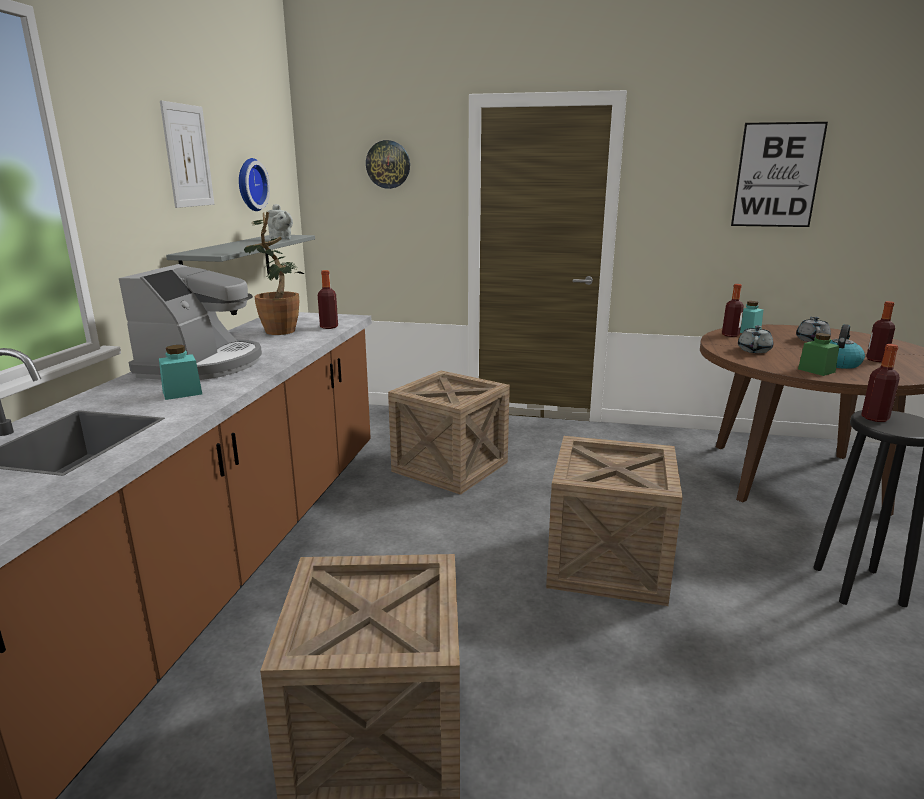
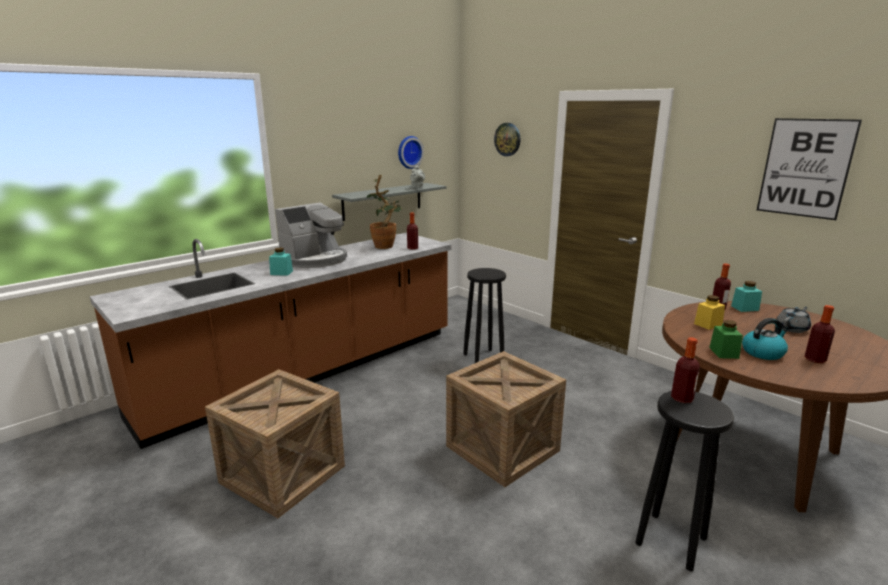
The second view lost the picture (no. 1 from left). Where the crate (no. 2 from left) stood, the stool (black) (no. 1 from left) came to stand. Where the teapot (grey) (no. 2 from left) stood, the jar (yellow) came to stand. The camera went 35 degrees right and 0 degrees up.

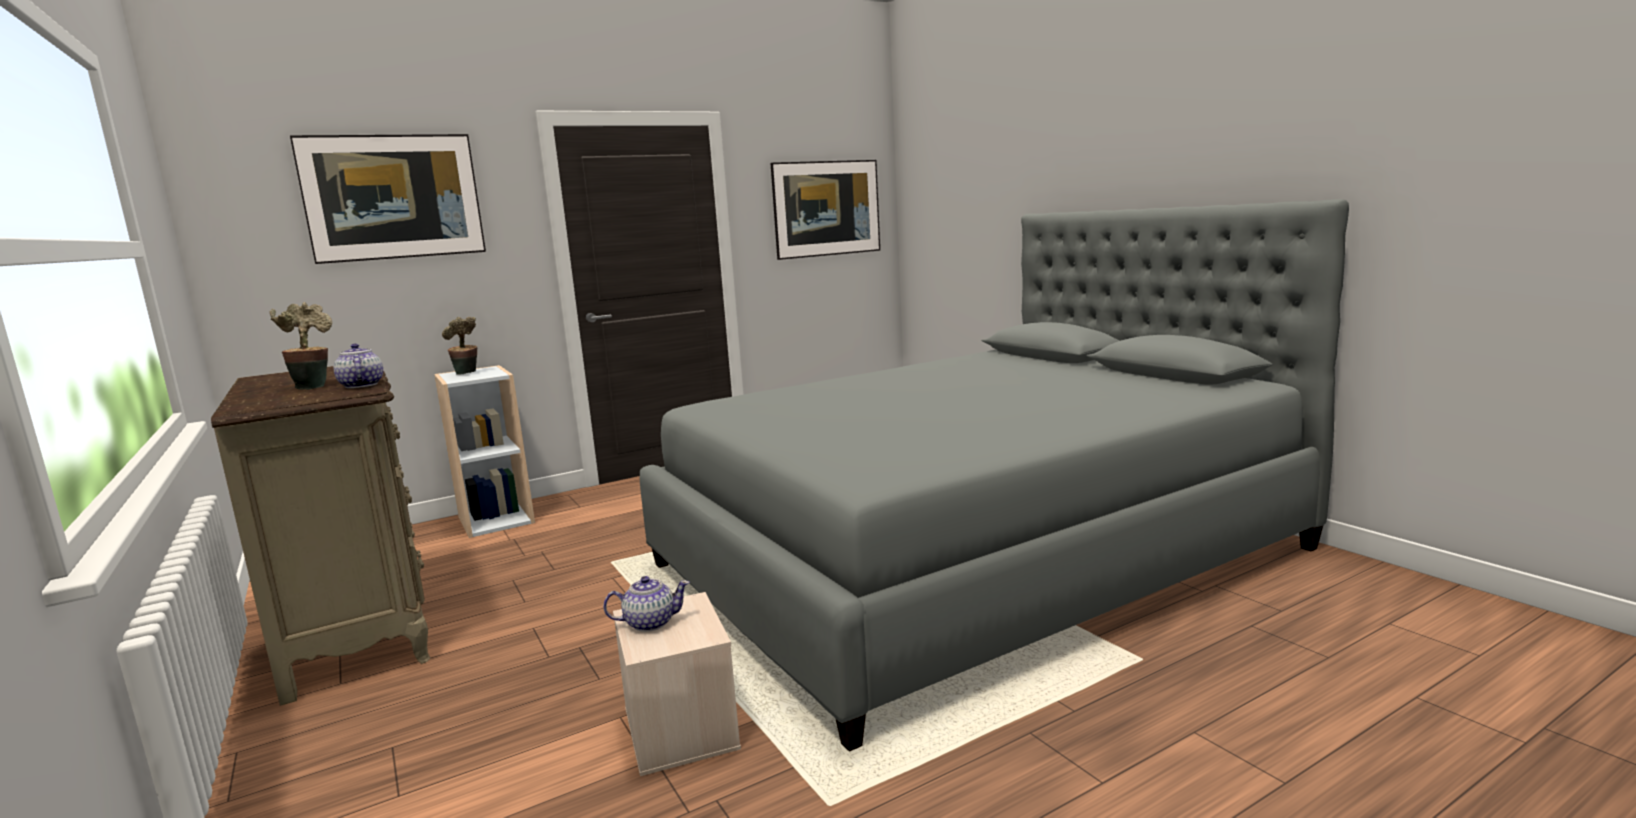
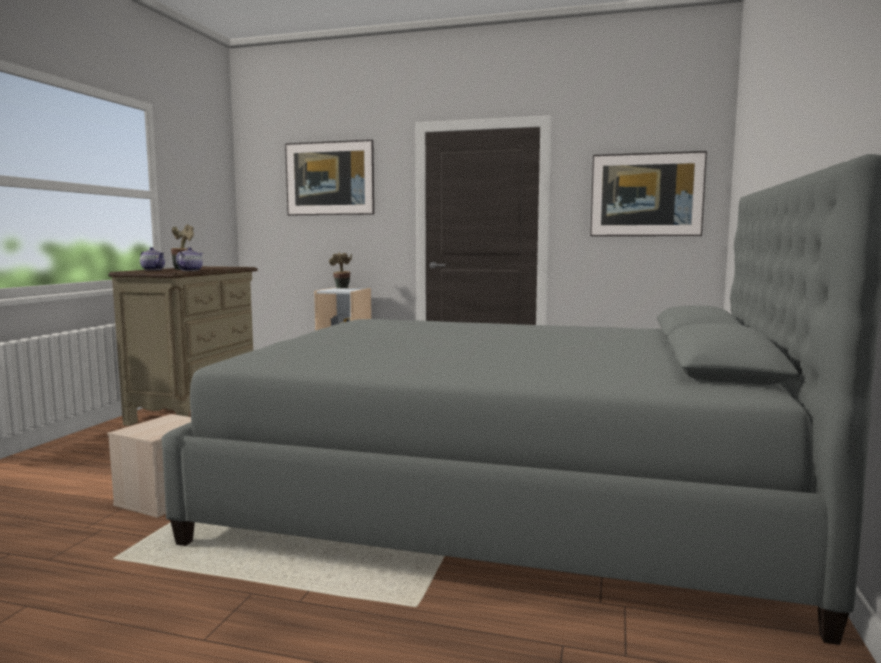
The teapot (no. 2 from left in the first image) ended up elsewhere. The camera went 45 degrees right and 5 degrees down.

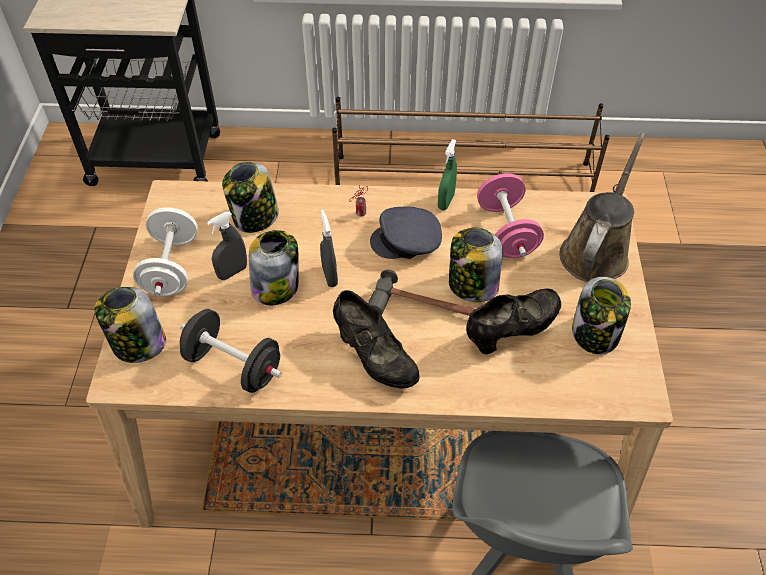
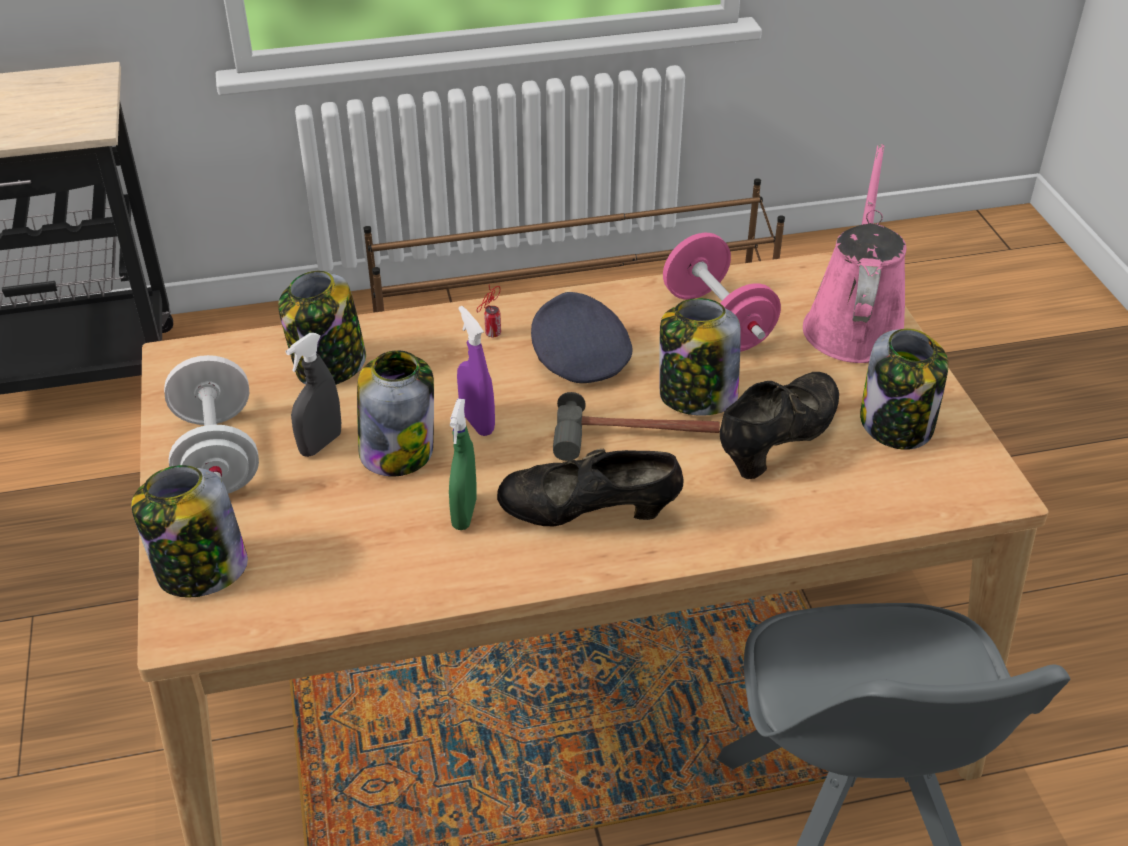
The second view lost the dumbbell (black). The spray bottle (green) ended up elsewhere. What was the spray bottle (grey) (no. 2 from left) turned into the spray bottle (purple). What was the watering can (brown) turned into the watering can (pink). The shoe (black) (no. 1 from left) ended up facing another way, 150 degrees clockwise from before. The cap (grey) ended up facing another way, 90 degrees clockwise from before. The camera went 15 degrees left and 10 degrees down.

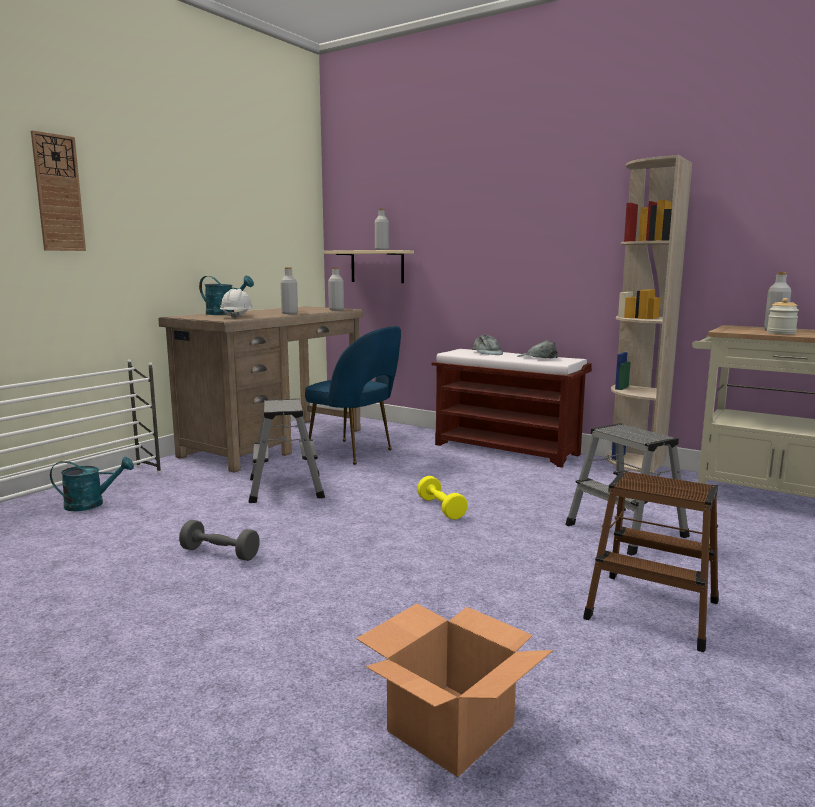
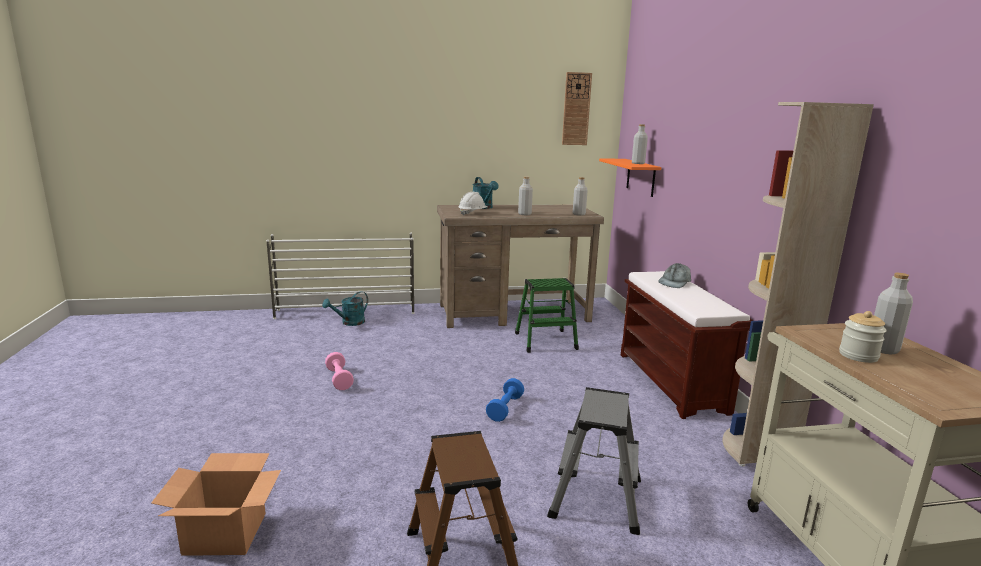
The second view lost the step ladder (grey) (no. 1 from left). The second view lost the cap (grey) (no. 2 from left). The wall clock ended up elsewhere. Where the chair (blue) stood, the step ladder (green) came to stand. What was the dumbbell (grey) turned into the dumbbell (pink). What was the shelf (beige) turned into the shelf (orange). What was the dumbbell (yellow) turned into the dumbbell (blue). The watering can (turquoise) (no. 1 from left) ended up facing another way, 105 degrees clockwise from before. The camera went 45 degrees right and 5 degrees up.

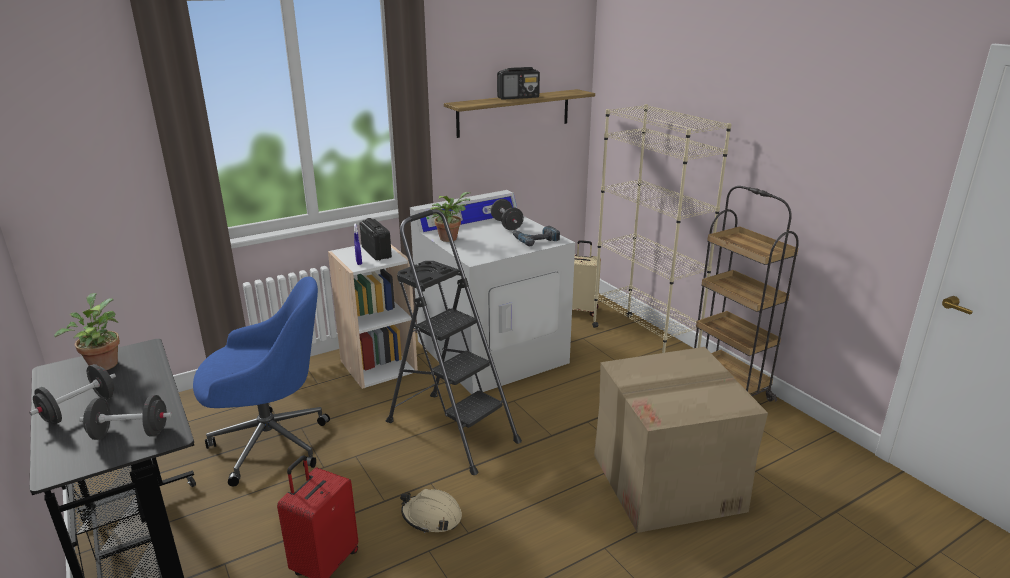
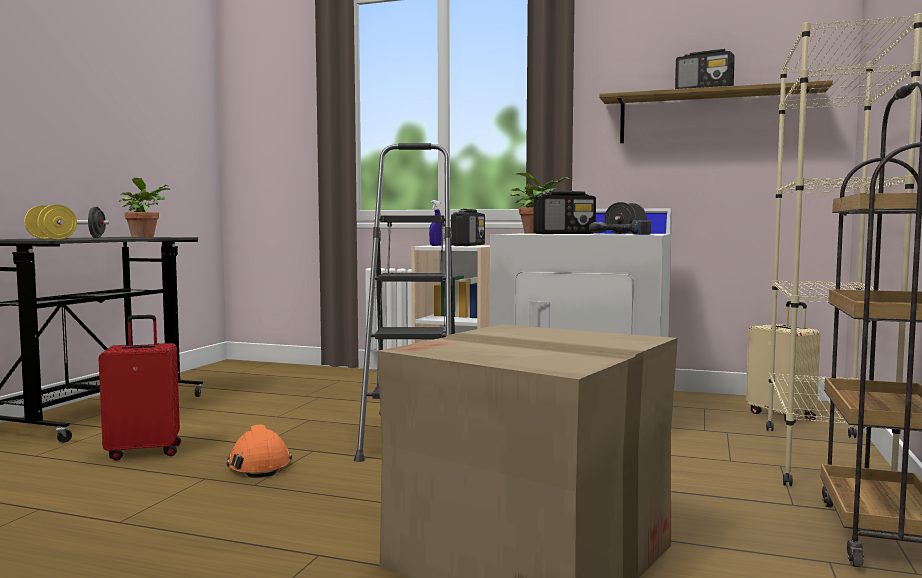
The second view lost the office chair (blue). The second view gained the radio (no. 2 from left). What was the dumbbell (black) (no. 2 from left) turned into the dumbbell (yellow). What was the hard hat (beige) turned into the hard hat (orange). The camera went 50 degrees right and 20 degrees down.

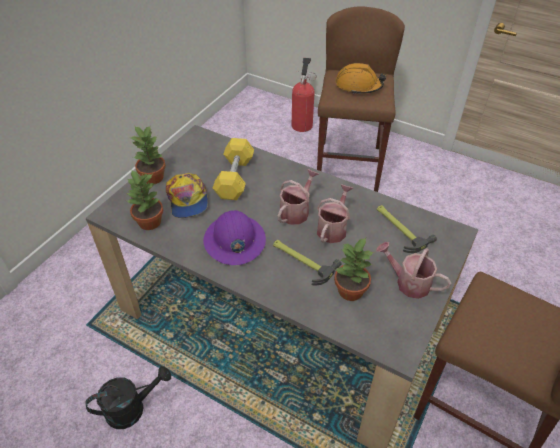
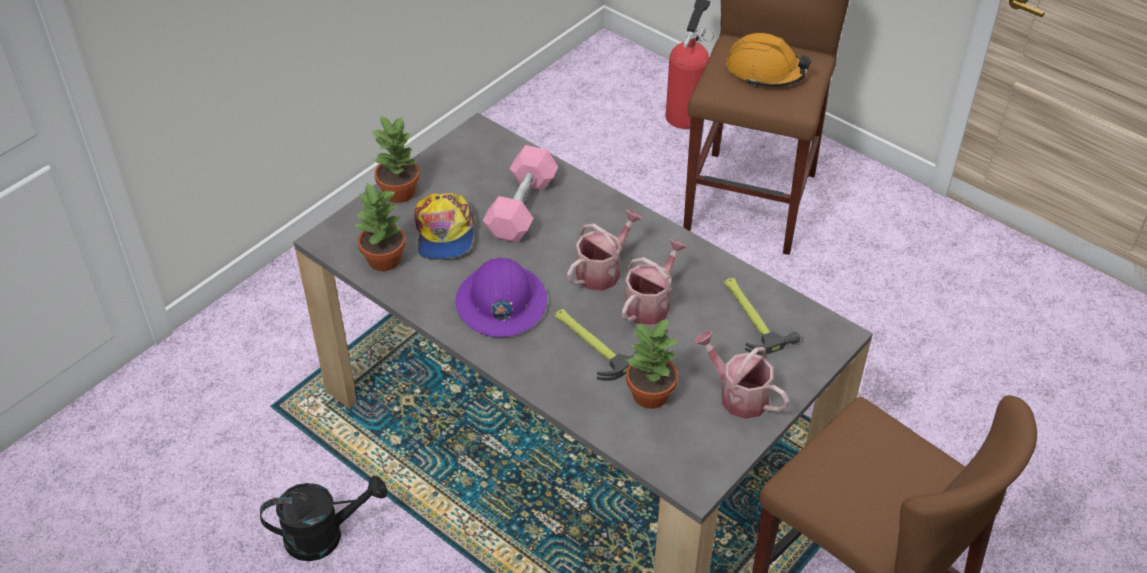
What was the dumbbell (yellow) turned into the dumbbell (pink). The camera went 10 degrees right and 0 degrees up.

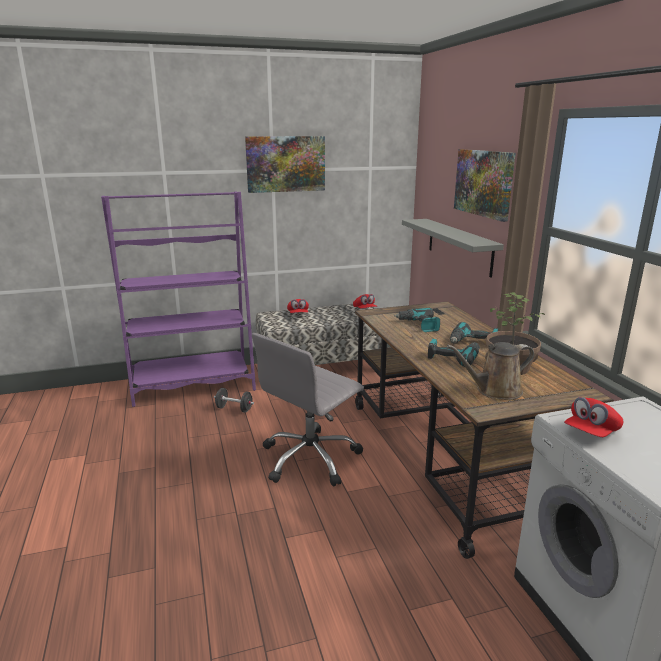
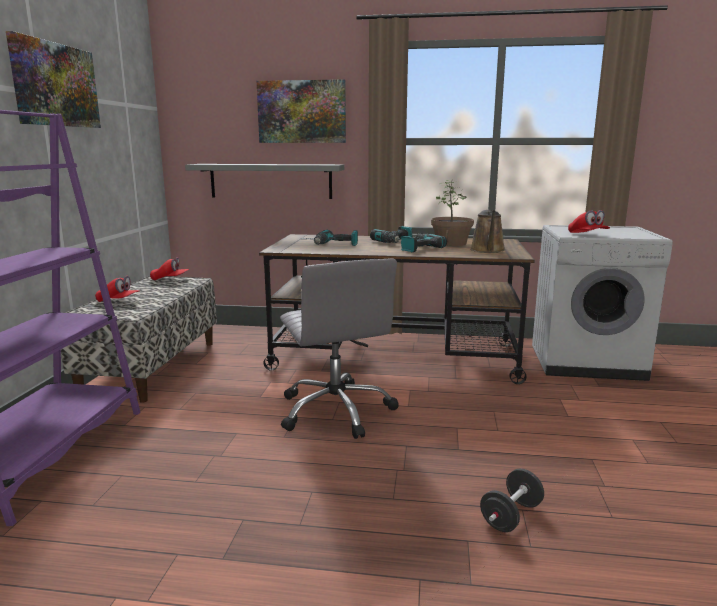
The dumbbell (black) ended up elsewhere. The camera went 65 degrees left and 5 degrees down.

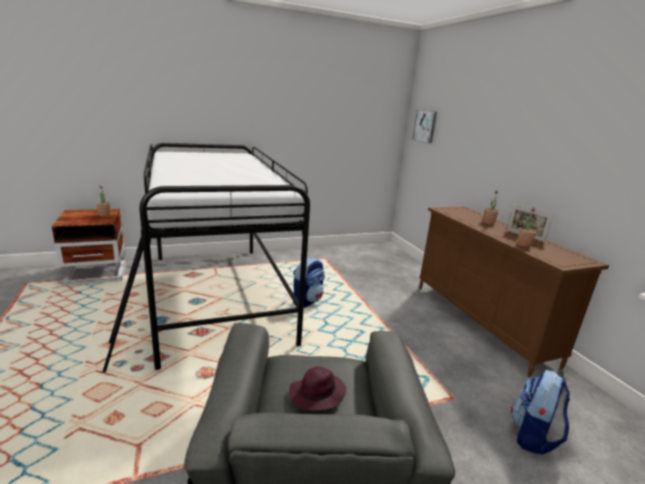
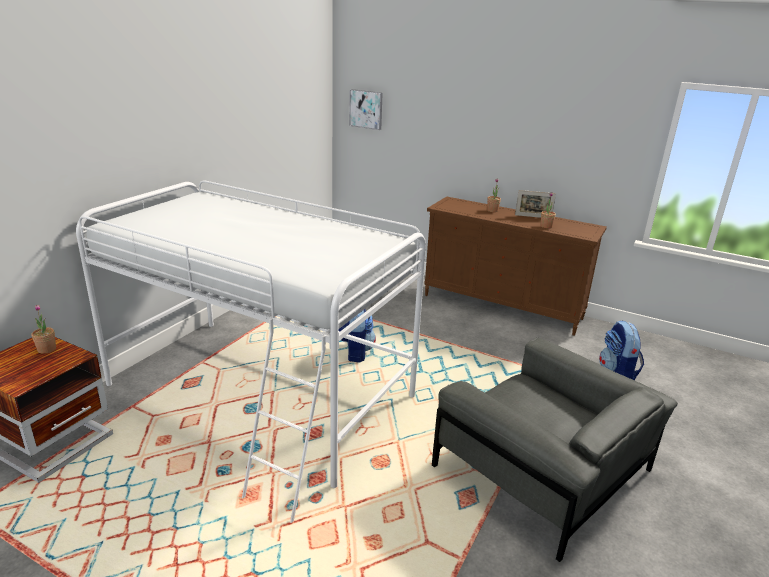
The second view lost the hat (purple). What was the bed (black) turned into the bed (white). The camera went 40 degrees left and 5 degrees up.

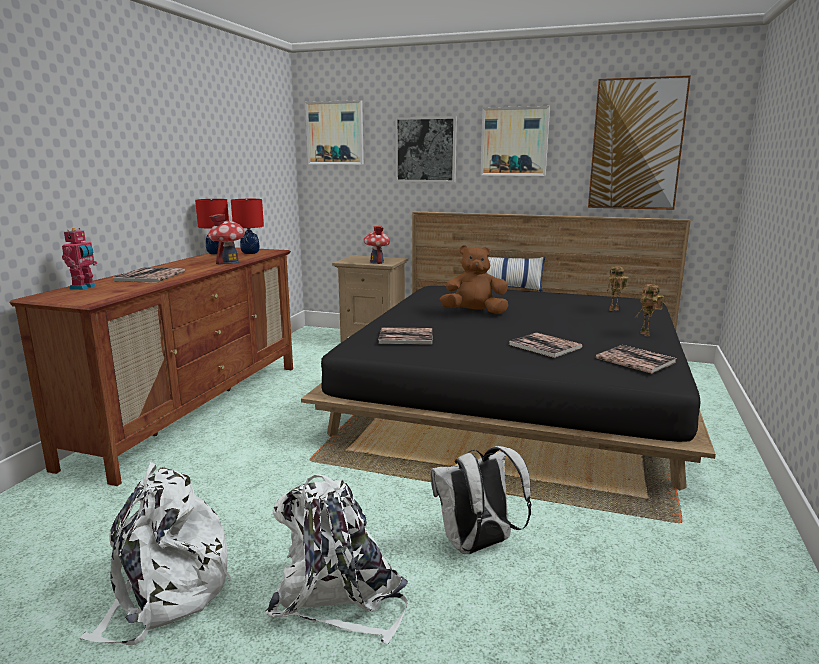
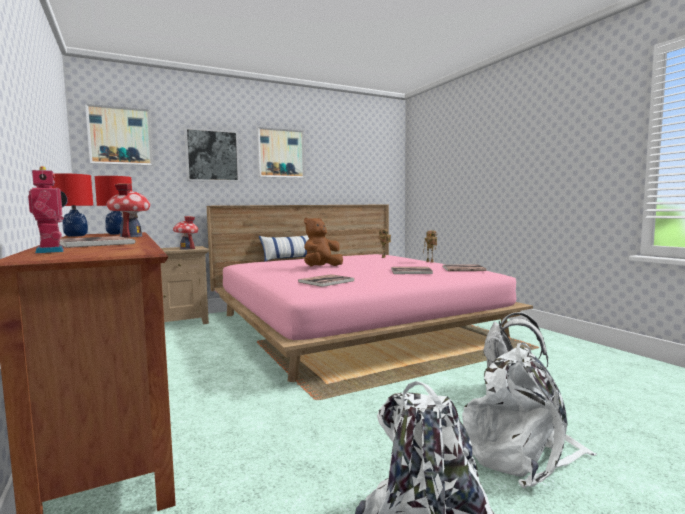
The second view lost the picture (no. 4 from left). What was the bed (black) turned into the bed (pink). The camera went 45 degrees left and 10 degrees down.

